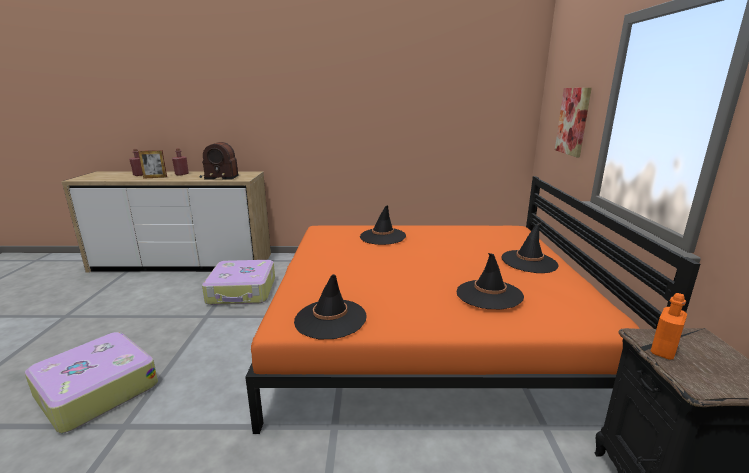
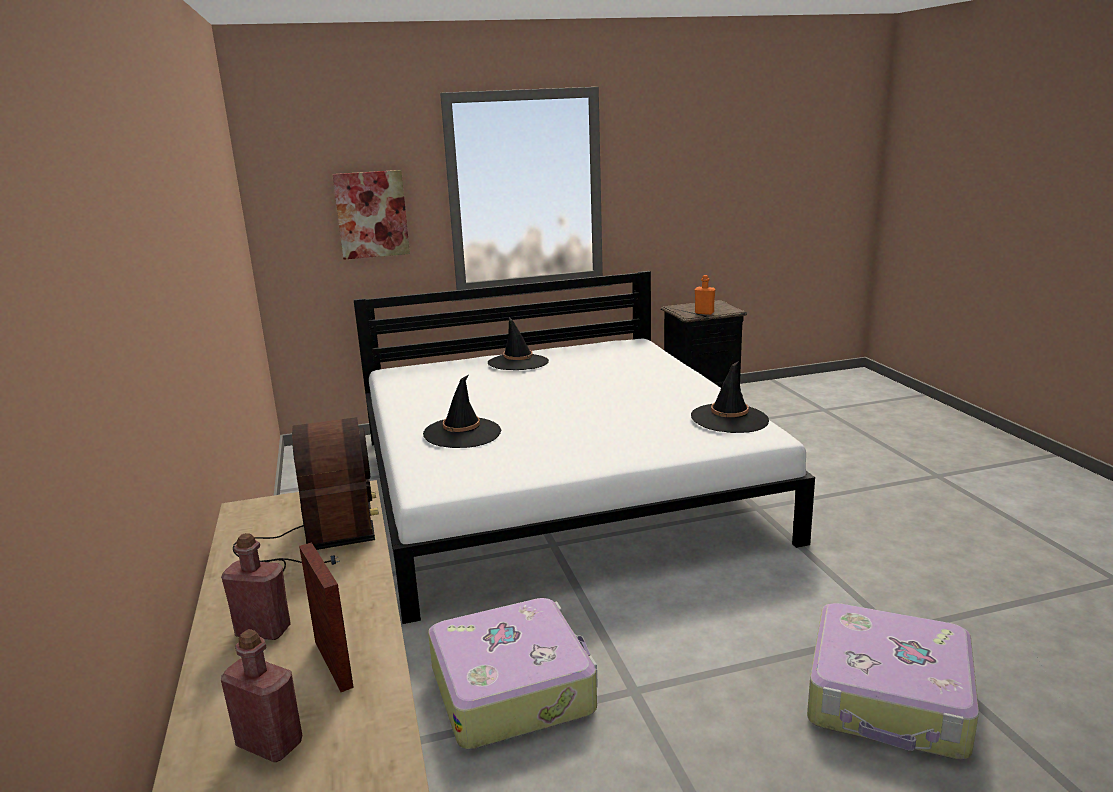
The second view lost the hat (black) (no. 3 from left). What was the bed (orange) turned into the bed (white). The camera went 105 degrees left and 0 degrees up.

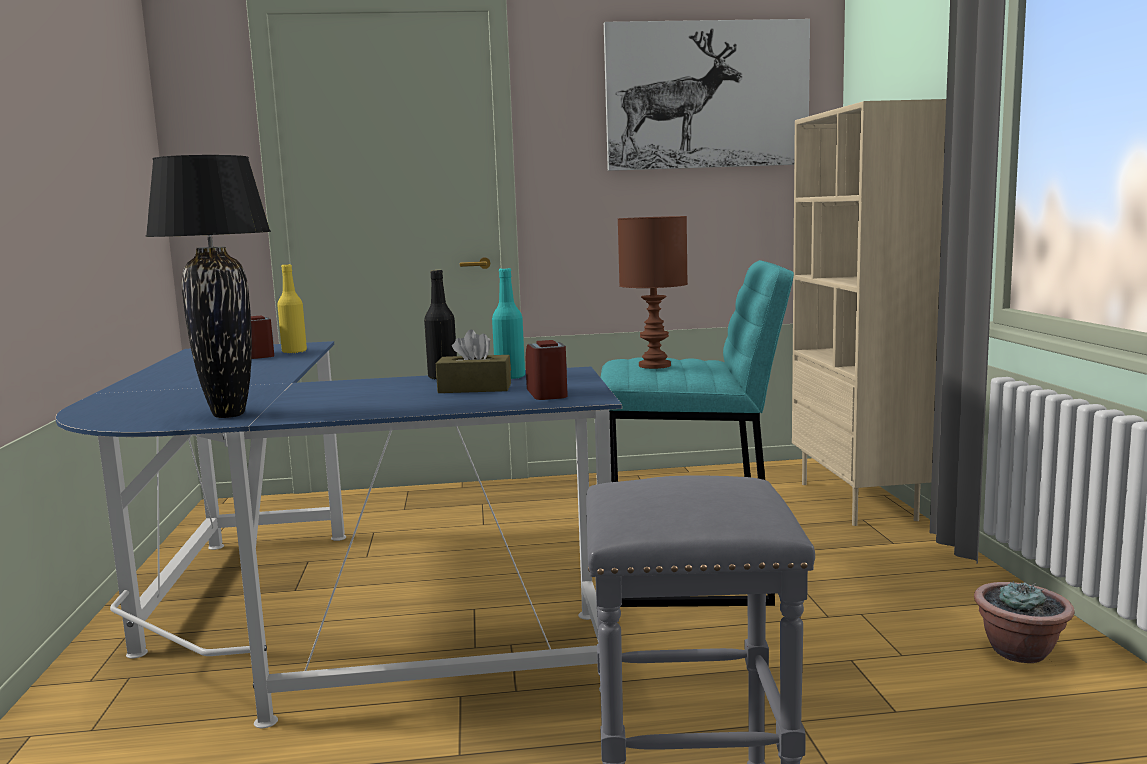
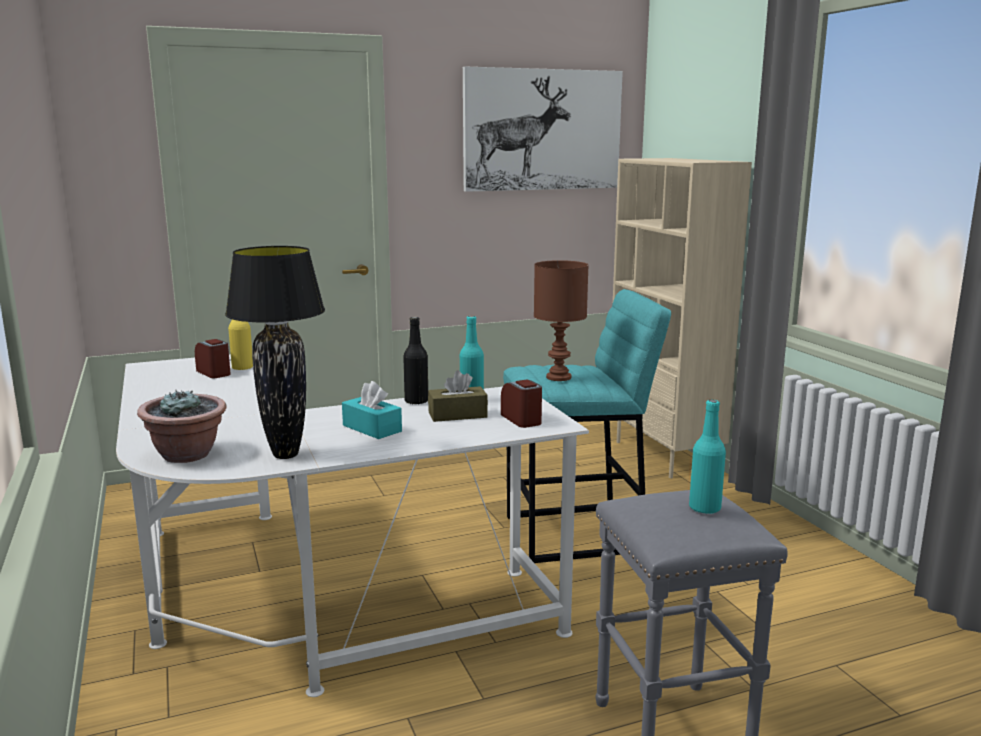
The second view gained the tissue box (turquoise). The second view gained the bottle (turquoise) (no. 2 from left). The potted plant ended up elsewhere. What was the desk (blue) turned into the desk (white). The camera went 15 degrees left and 5 degrees up.

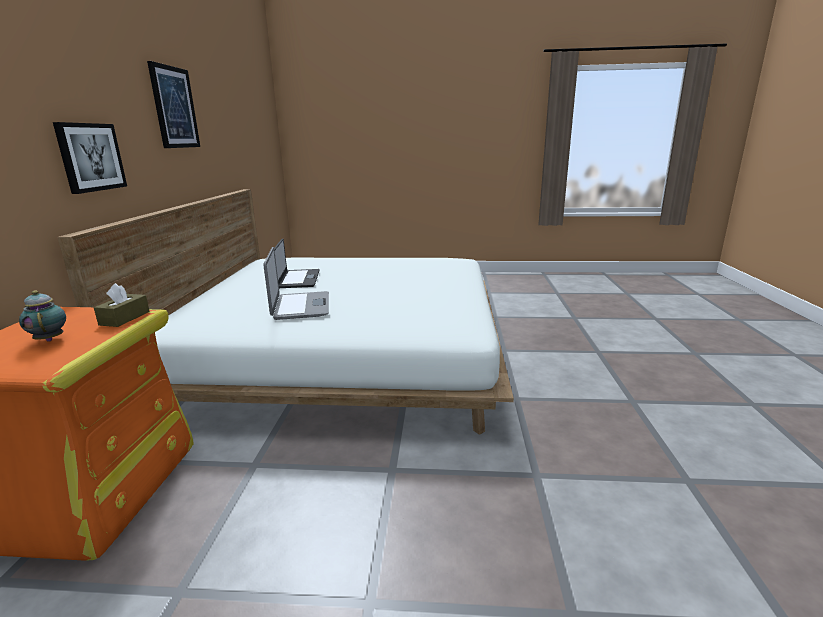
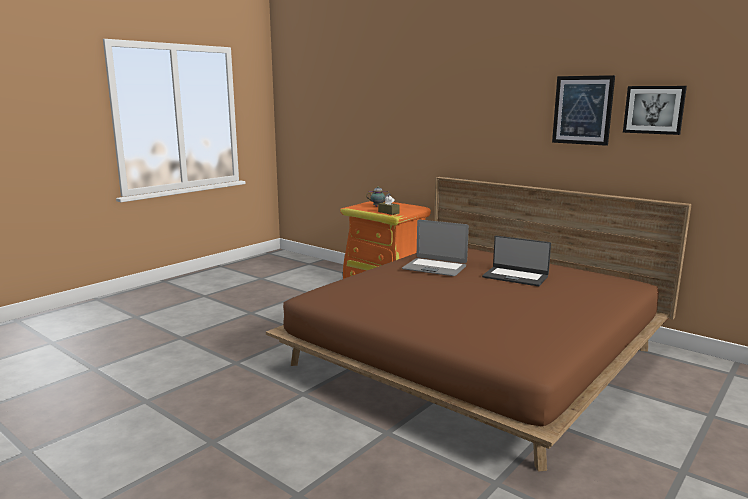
The picture (no. 1 from left in the first image) ended up elsewhere. What was the bed (white) turned into the bed (brown). The camera went 125 degrees right and 5 degrees down.

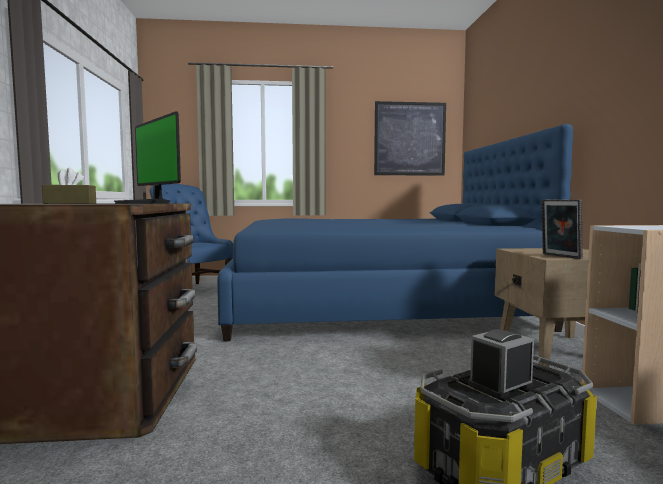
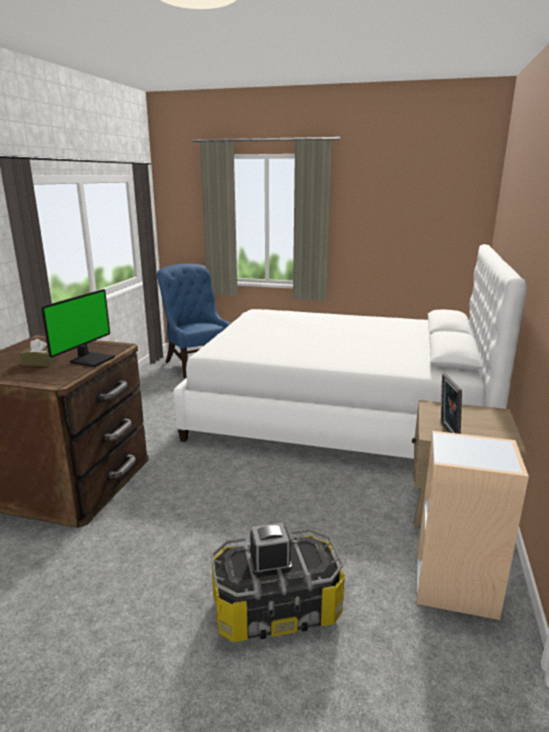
The second view lost the picture. What was the bed (blue) turned into the bed (white). The monitor ended up facing another way, 135 degrees counterclockwise from before. The camera went 20 degrees right and 15 degrees up.

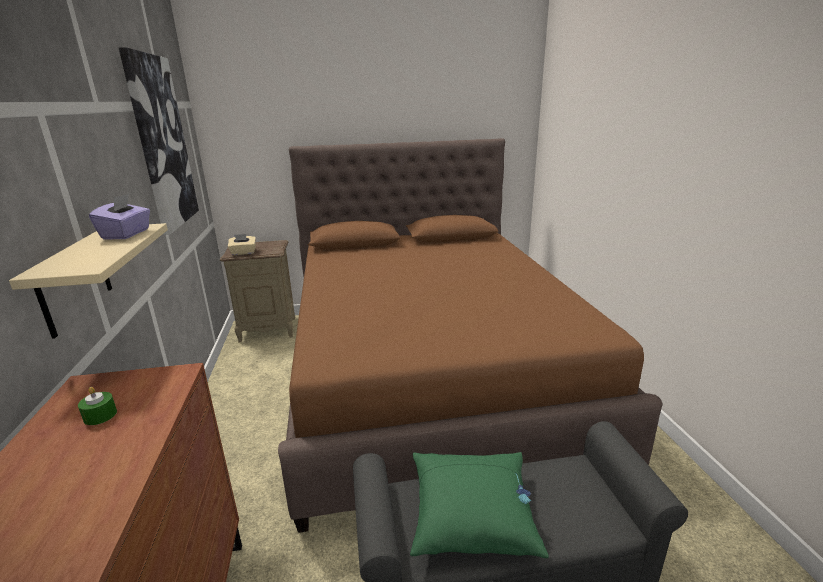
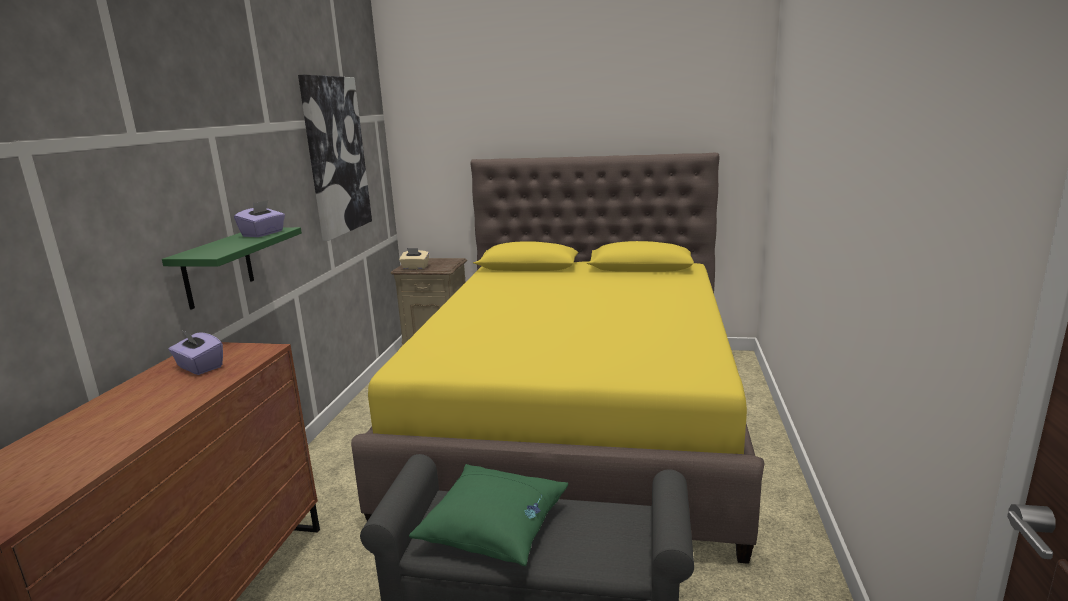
Where the candle (green) stood, the tissue box (purple) (no. 1 from left) came to stand. What was the shelf (beige) turned into the shelf (green). What was the bed (brown) turned into the bed (yellow). The camera went 20 degrees right and 5 degrees down.

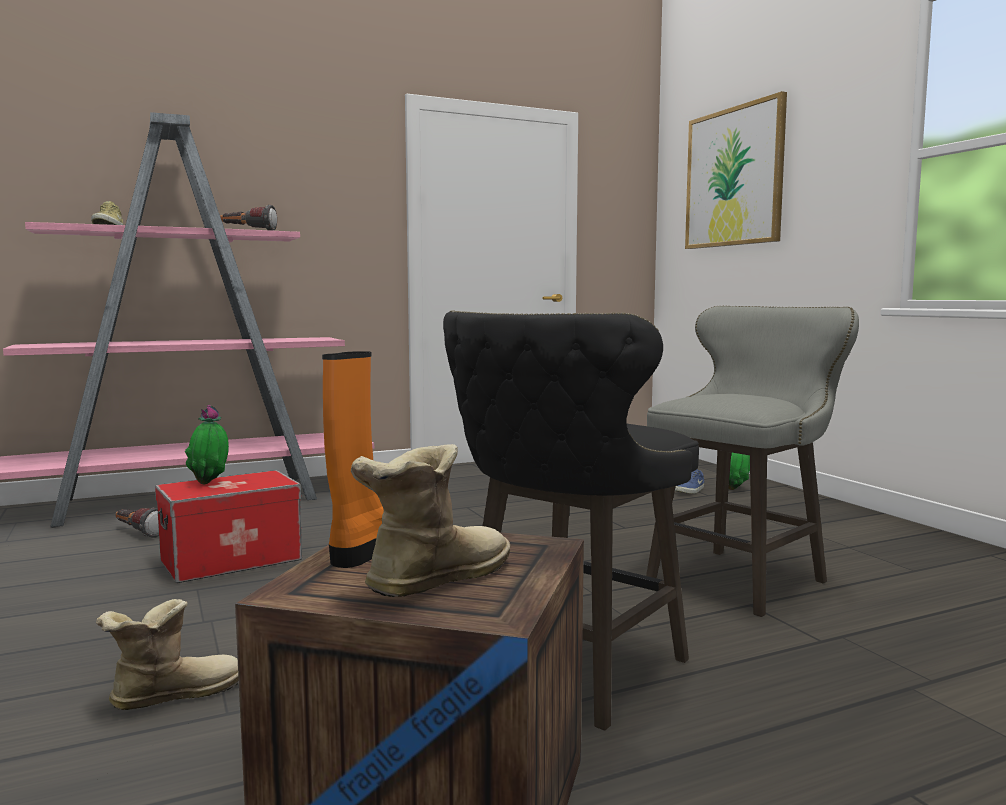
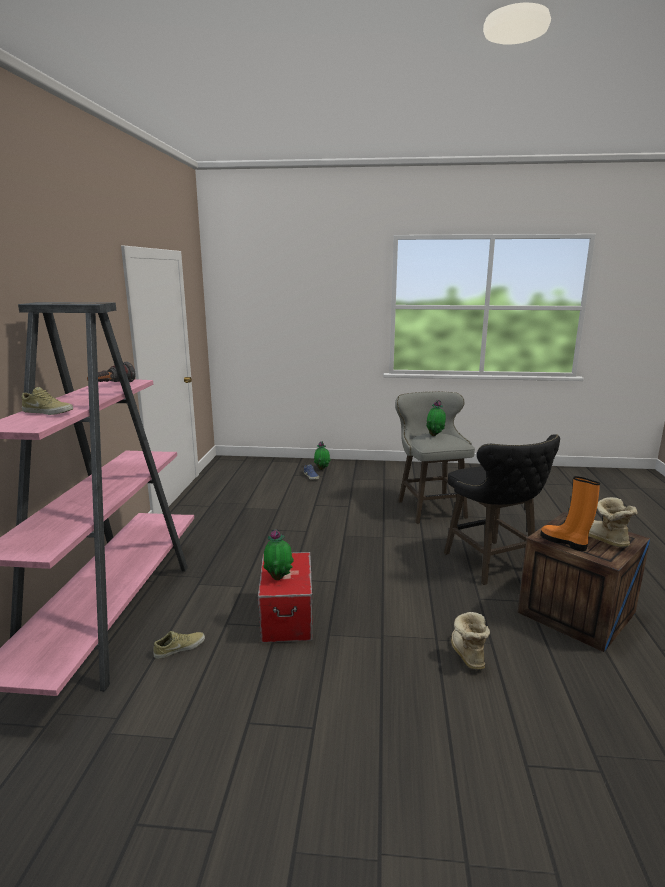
The second view lost the picture. The second view gained the potted plant (no. 3 from left). Where the flashlight (no. 1 from left) stood, the shoe (beige) (no. 2 from left) came to stand. The camera went 60 degrees left and 10 degrees up.

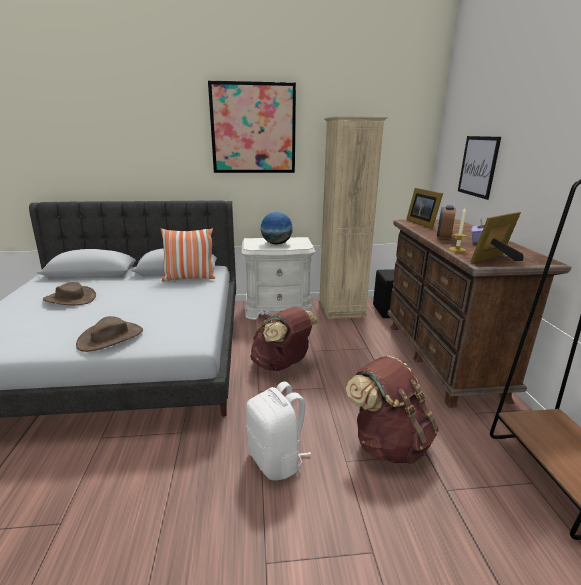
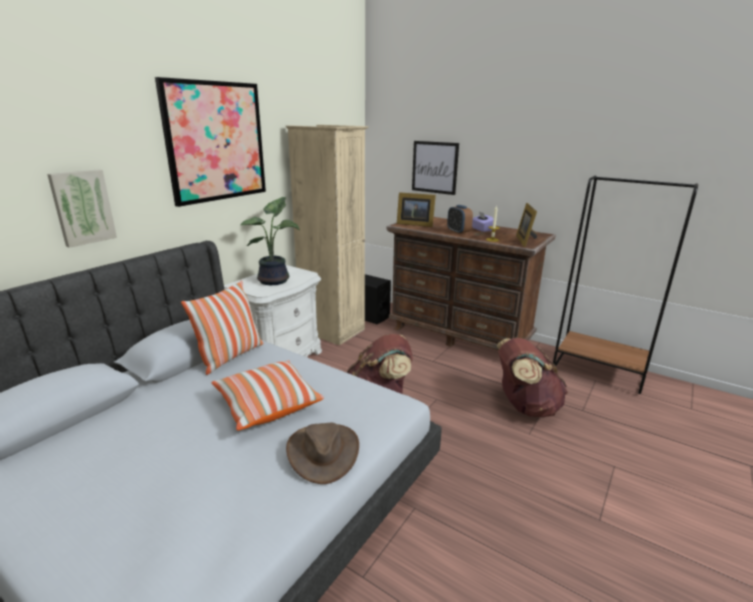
The second view lost the hat (brown) (no. 1 from left). The second view lost the backpack (white). The second view gained the picture (no. 1 from left). The second view gained the pillow (no. 2 from left). Where the globe stood, the potted plant came to stand. The camera went 50 degrees left and 0 degrees up.

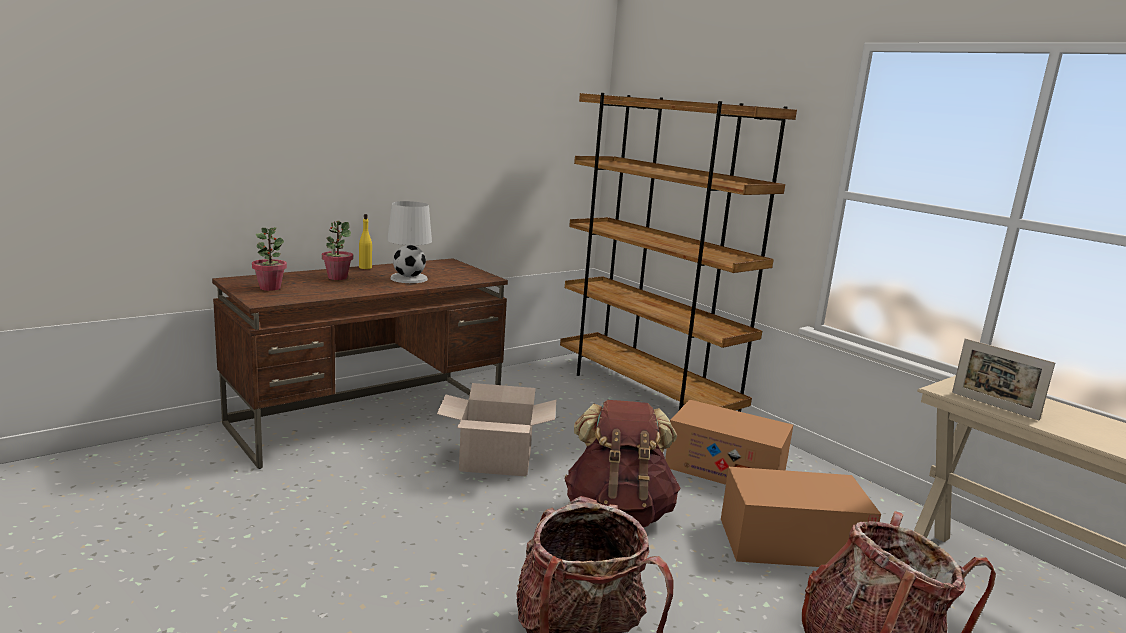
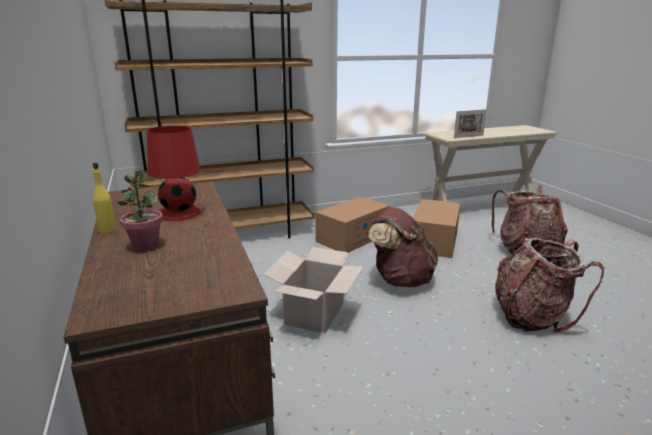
The second view lost the potted plant (no. 1 from left). What was the table lamp (white) turned into the table lamp (red). The camera went 70 degrees left and 5 degrees up.

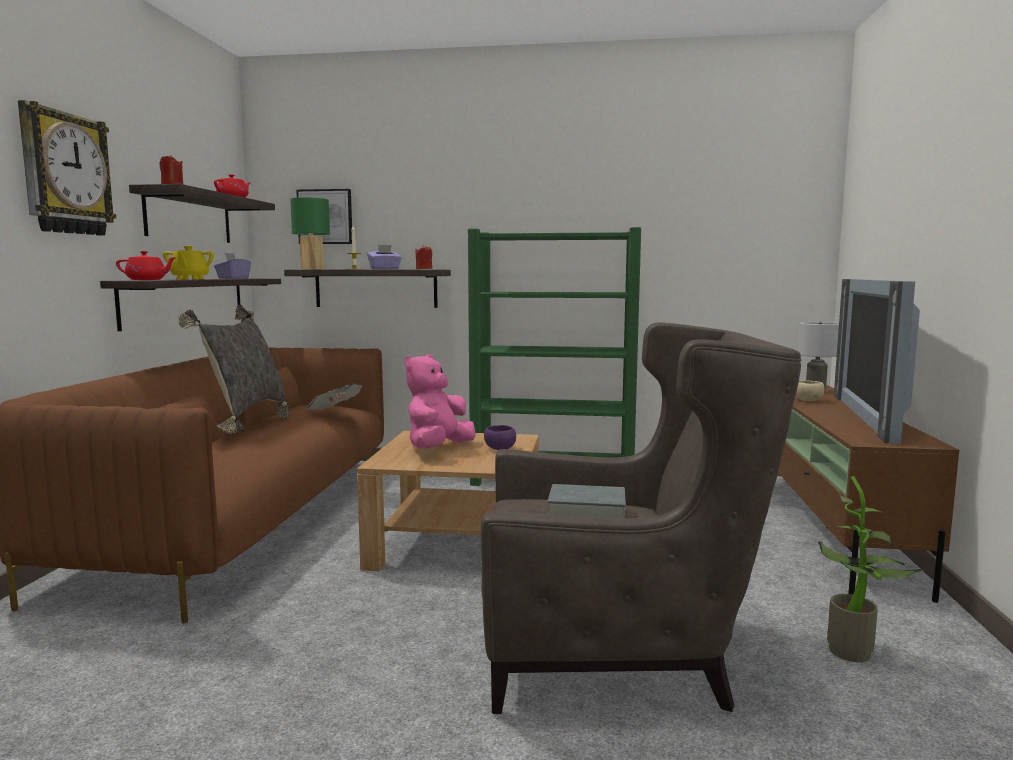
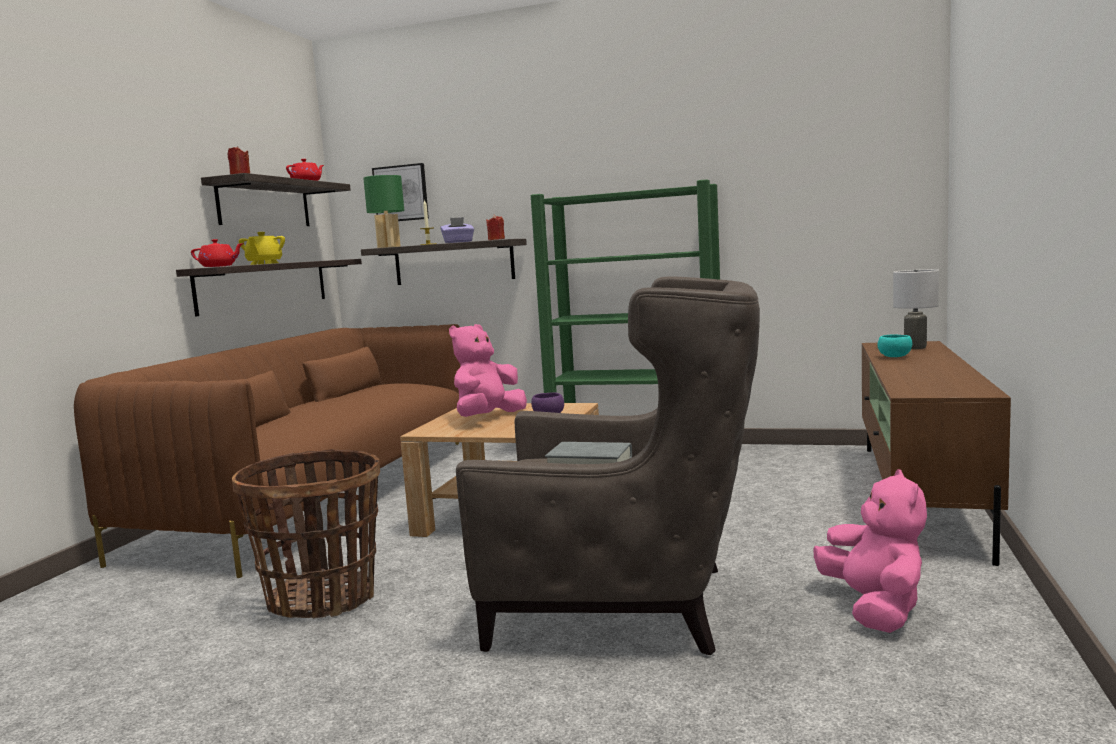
The second view lost the wall clock. The second view lost the pillow. The second view lost the tissue box (purple) (no. 1 from left). The second view lost the newspaper. The second view lost the television. The second view gained the basket. Where the potted plant stood, the plush toy (pink) (no. 2 from left) came to stand. What was the bowl (beige) turned into the bowl (turquoise). The camera went 10 degrees right and 0 degrees up.

